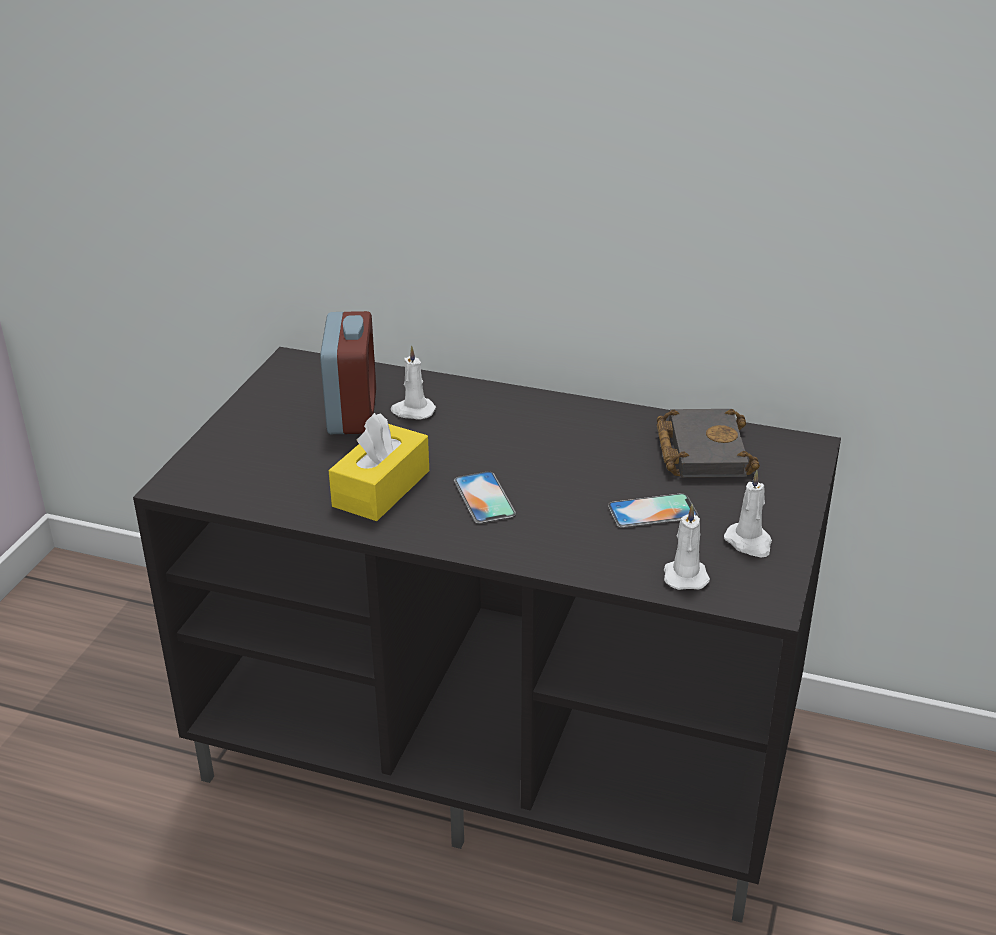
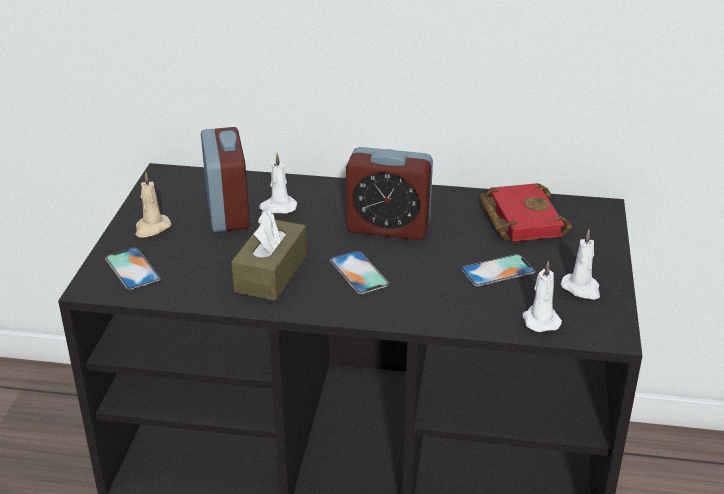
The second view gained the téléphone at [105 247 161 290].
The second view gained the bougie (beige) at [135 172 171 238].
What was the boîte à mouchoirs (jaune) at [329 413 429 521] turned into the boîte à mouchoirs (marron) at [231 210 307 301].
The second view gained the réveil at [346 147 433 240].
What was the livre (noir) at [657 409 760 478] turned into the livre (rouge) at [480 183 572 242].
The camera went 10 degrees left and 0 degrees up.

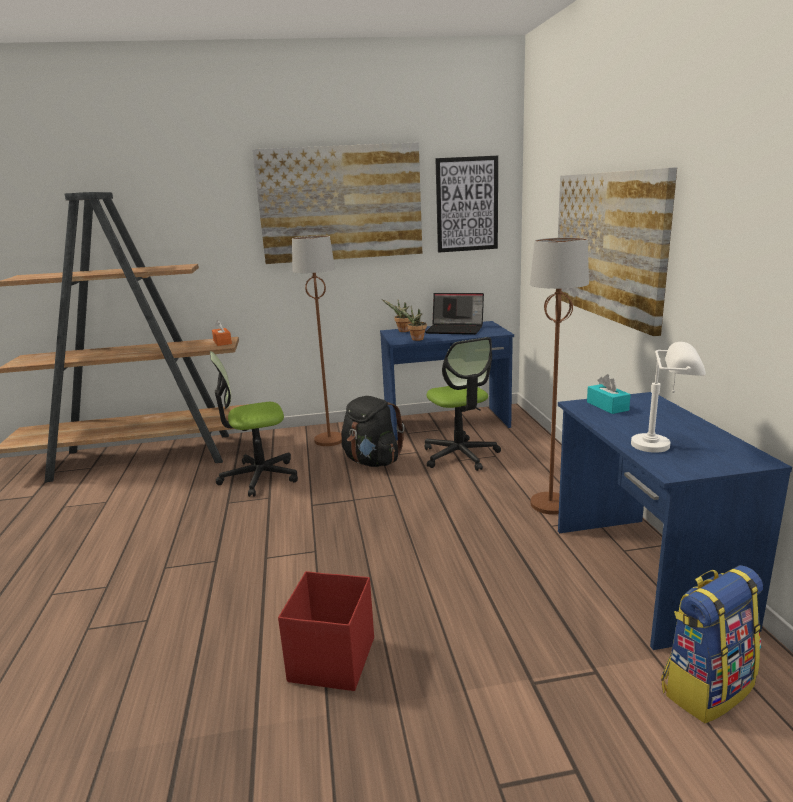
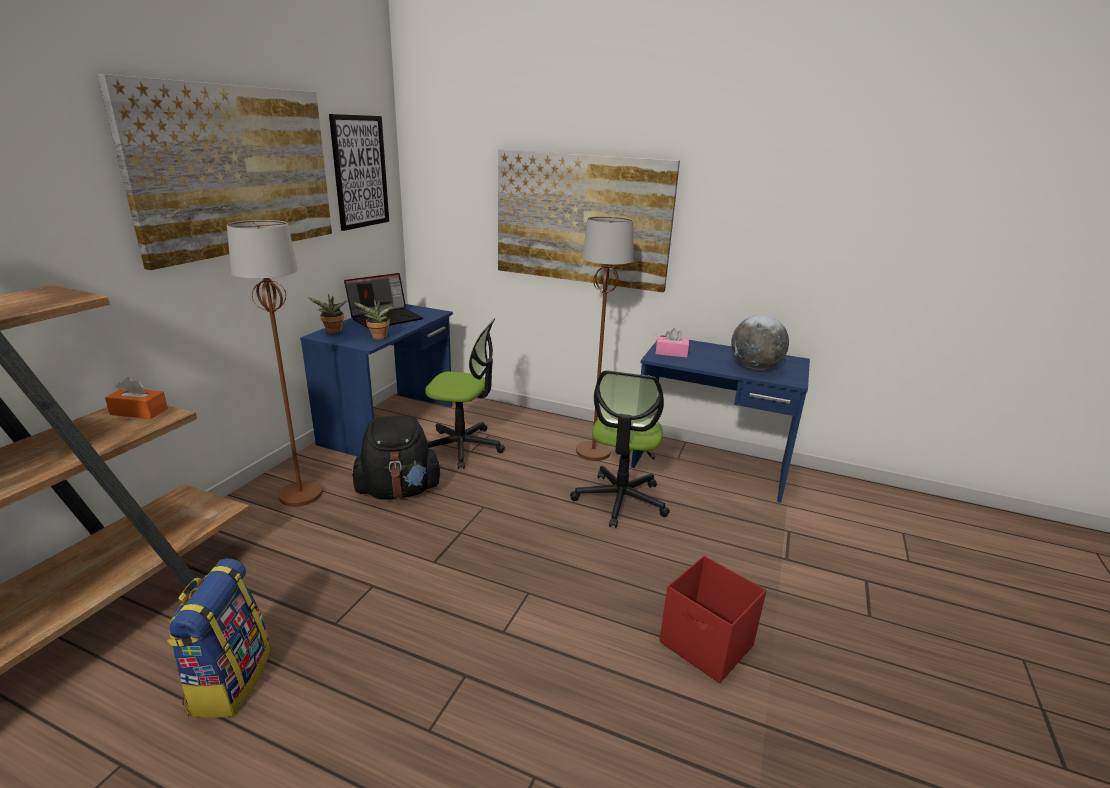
The sac à dos ended up elsewhere, having gone from [661 565 763 723] to [166 559 270 717].
The chaise de bureau ended up elsewhere, having gone from [210 351 298 497] to [570 370 670 528].
What was the boîte à mouchoirs (turquoise) at [587 374 631 414] turned into the boîte à mouchoirs (rose) at [656 328 689 358].
Where the lampe de table (blanc) stood at [631 342 706 453], the globe came to stand at [731 315 789 370].
The camera went 60 degrees left and 5 degrees up.

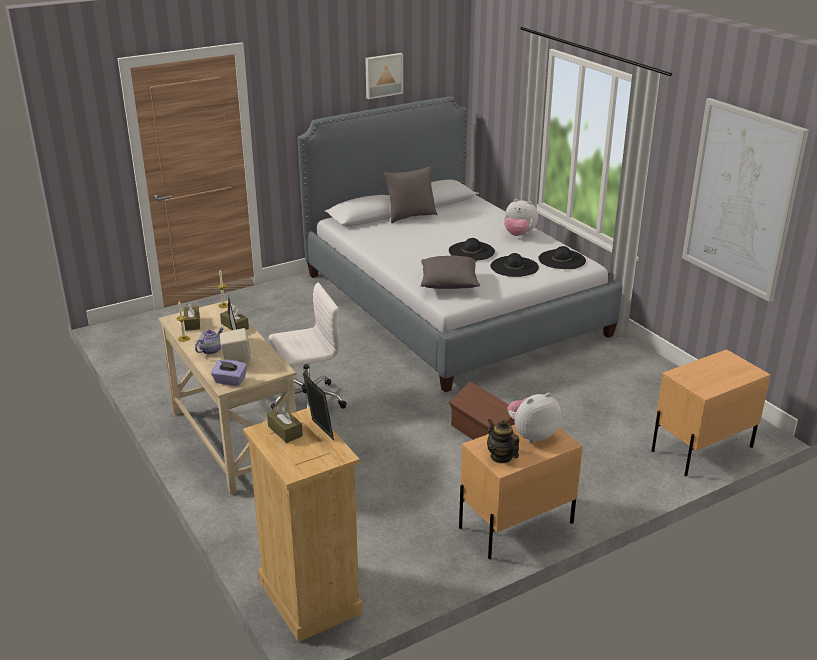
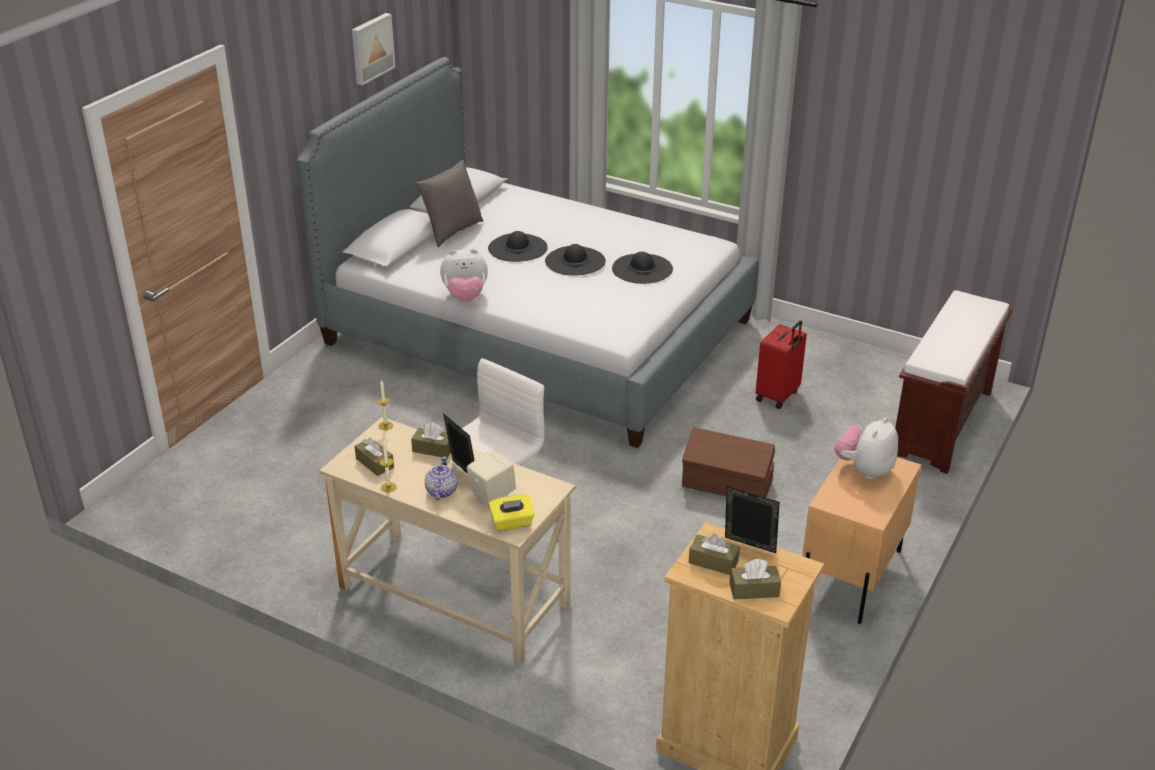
The peluche ended up elsewhere, having gone from [504 199 538 236] to [440 249 488 302].
The chapeau (noir) ended up elsewhere, having gone from [539 246 586 269] to [488 231 548 262].
What was the boîte à mouchoirs (violet) at [211 360 247 386] turned into the boîte à mouchoirs (jaune) at [488 494 535 531].
The second view gained the boîte à mouchoirs (marron) at [730 559 781 599].
The second view gained the valise (rouge) at [755 320 807 409].
Where the table de chevet (beige) stood at [652 349 771 476], the banc (marron) came to stand at [895 290 1013 474].
The second view lost the coussin (gris) at [421 256 480 289].
The second view lost the théière at [487 419 519 463].
The second view lost the tableau at [682 98 809 302].
The camera went 30 degrees left and 5 degrees up.

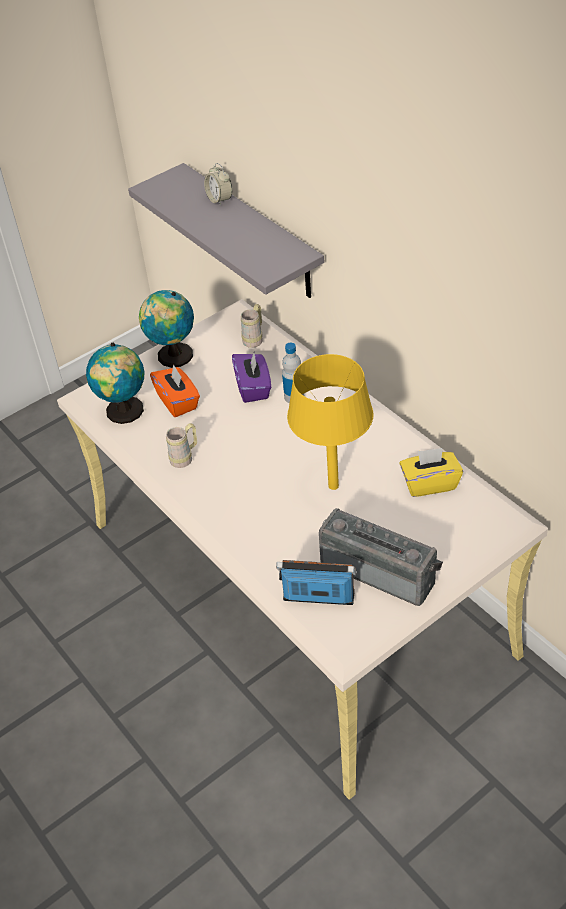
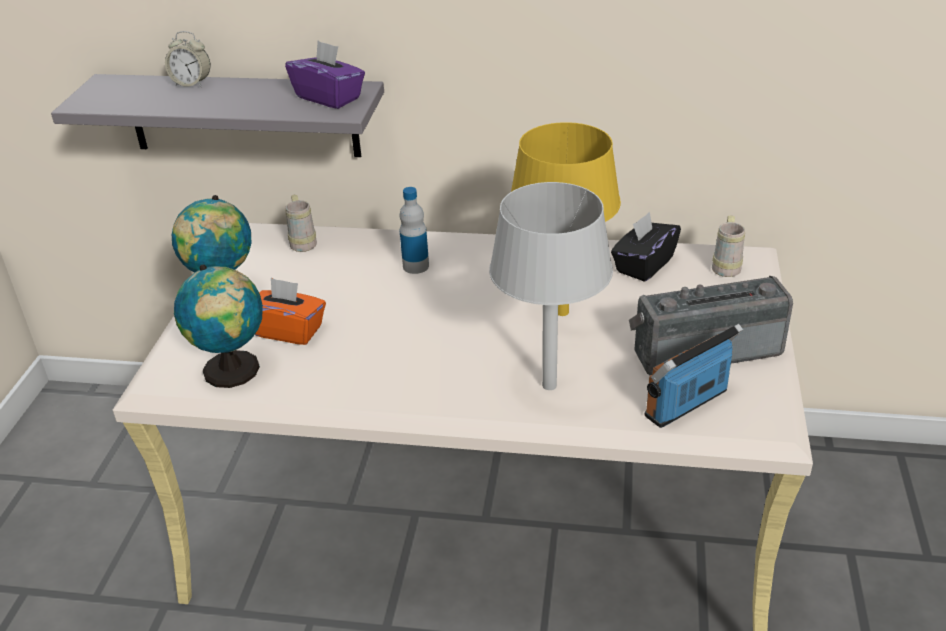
The boîte à mouchoirs (violet) ended up elsewhere, having gone from [232 353 271 403] to [285 41 365 109].
The second view gained the lampe de table (gris) at [489 182 613 390].
What was the boîte à mouchoirs (jaune) at [399 448 463 497] turned into the boîte à mouchoirs (noir) at [611 212 681 282].
The mug (beige) ended up elsewhere, having gone from [166 423 197 468] to [712 215 745 277].
The camera went 45 degrees left and 10 degrees down.

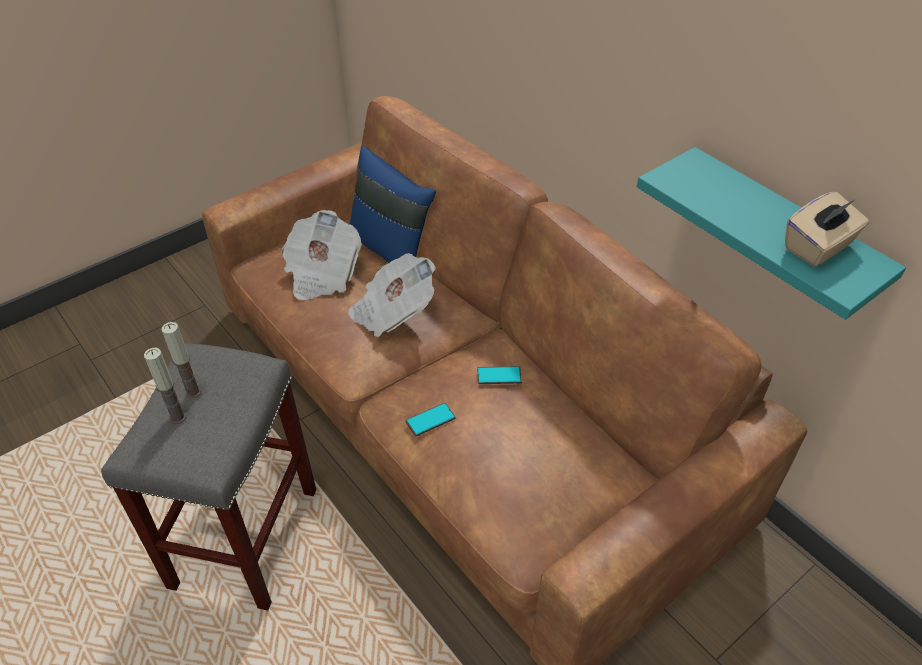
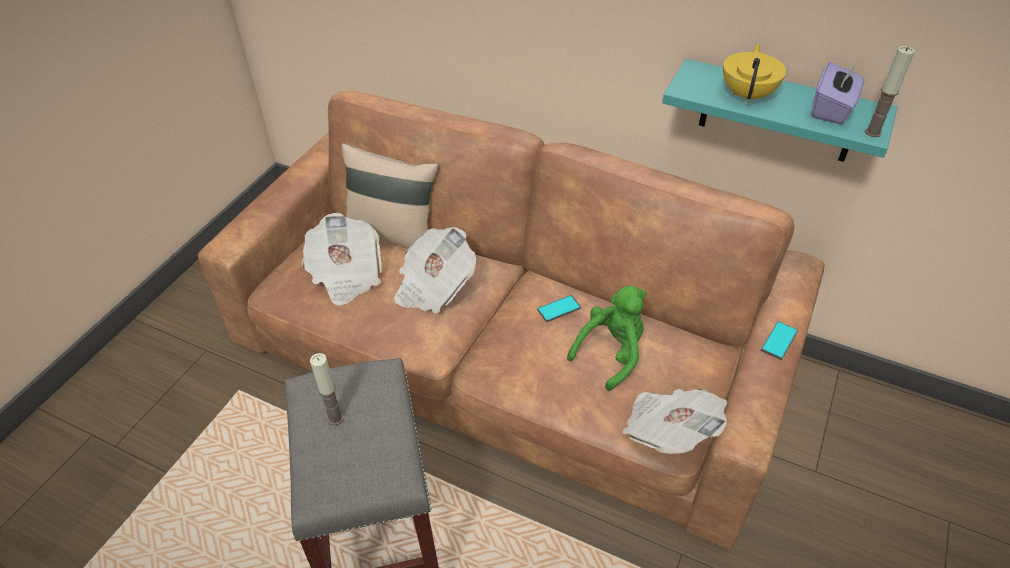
What was the coussin (bleu) at [349 146 436 263] turned into the coussin (beige) at [342 143 438 248].
The second view gained the peluche (vert) at [567 286 647 391].
The second view gained the journal at [622 389 727 454].
The second view gained the théière (jaune) at [723 44 786 103].
The téléphone ended up elsewhere, having gone from [406 403 455 437] to [761 321 798 360].
What was the boîte à mouchoirs (beige) at [785 192 869 267] turned into the boîte à mouchoirs (violet) at [812 62 864 125].
The bougie ended up elsewhere, having gone from [144 348 186 424] to [865 46 915 137].
The camera went 25 degrees left and 0 degrees up.

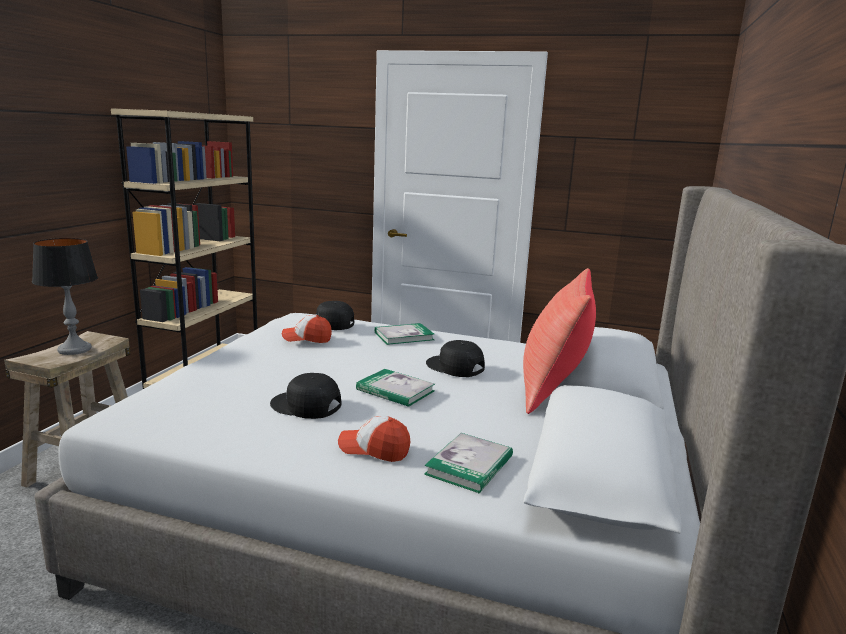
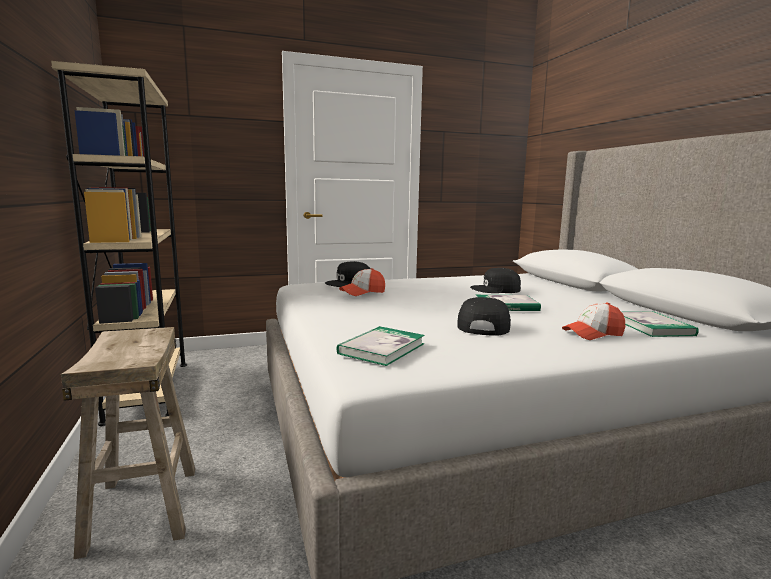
The livre ended up elsewhere, having gone from [375 323 434 345] to [336 326 425 366].
The casquette (noir) at [270 373 341 419] ended up facing another way, 120 degrees clockwise from before.
The second view lost the lampe de table at [32 238 98 355].
The second view lost the coussin (rouge) at [523 268 596 414].
The camera went 35 degrees left and 5 degrees down.

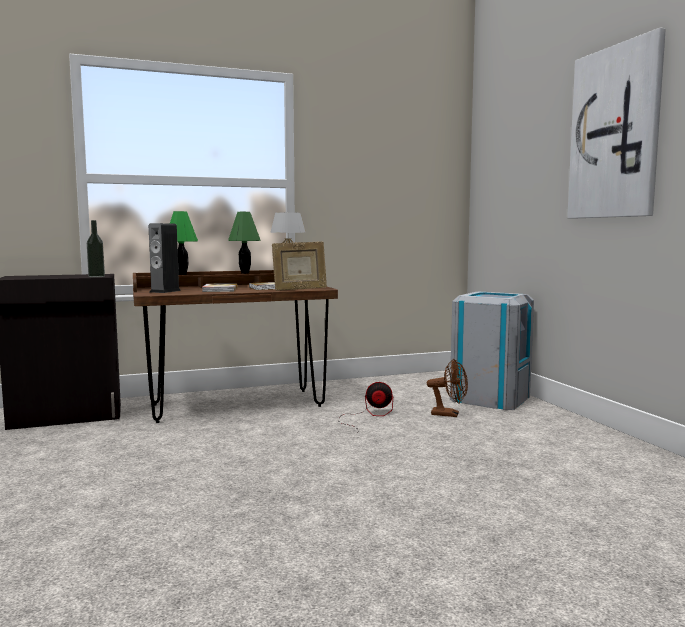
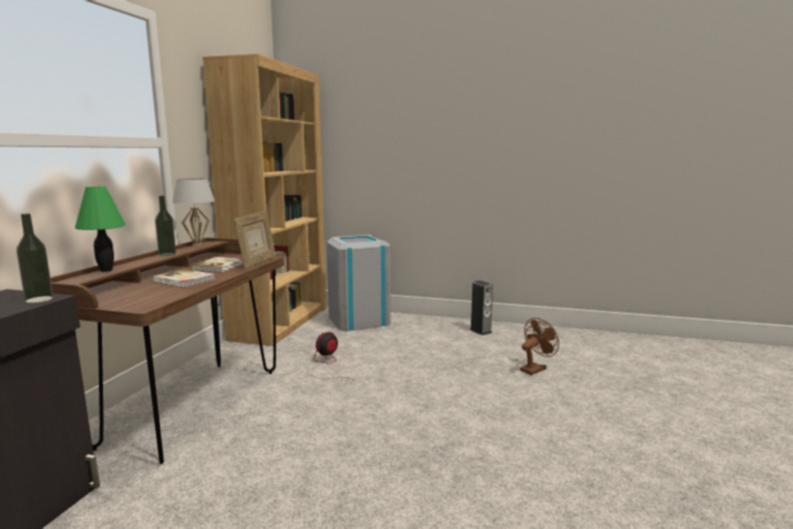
Where the lampe de table (vert) stood at [228 212 261 274], the bouteille came to stand at [155 195 176 256].
The second view gained the bibliothèque (marron) at [203 54 326 346].
The enceinte ended up elsewhere, having gone from [149 223 181 293] to [469 280 493 335].
The ventilateur (marron) ended up elsewhere, having gone from [427 359 468 417] to [520 318 559 375].
The second view lost the tableau at [567 28 666 219].
The camera went 55 degrees left and 5 degrees up.

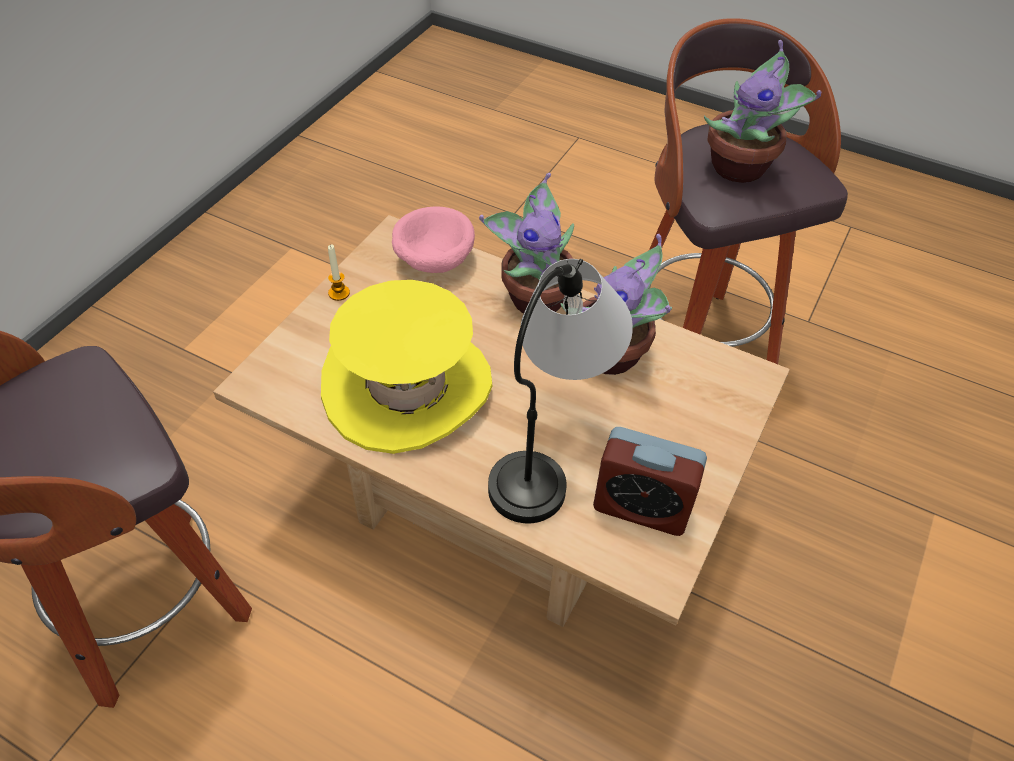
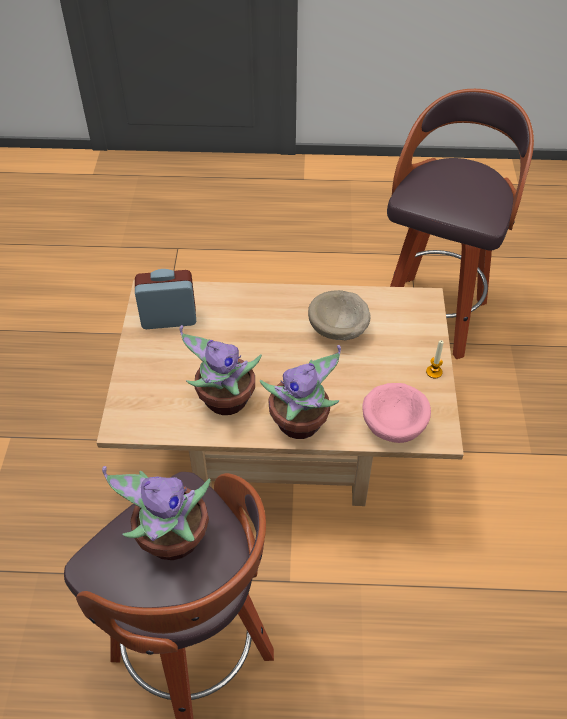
Where the chapeau (jaune) stood at [321 280 493 454], the bol (beige) came to stand at [308 290 371 340].
The second view lost the lampe de table at [488 259 633 523].
The camera went 155 degrees right and 0 degrees up.

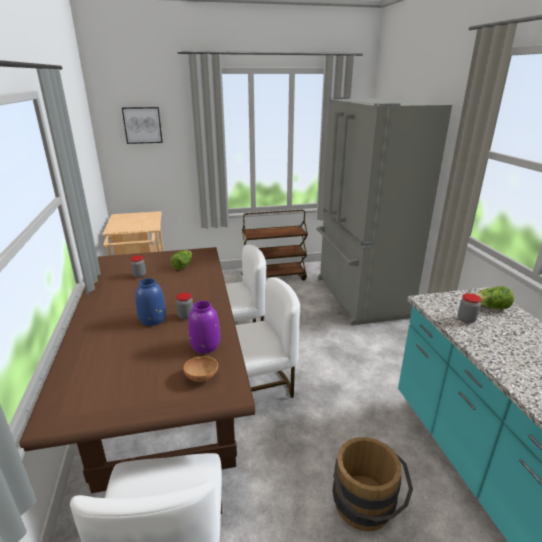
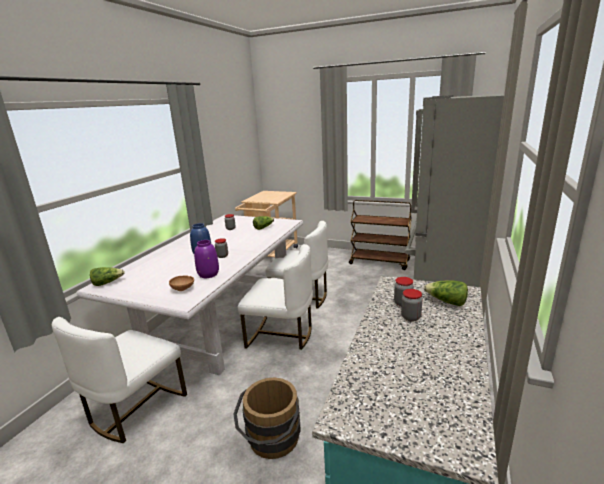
What was the table à manger (marron) at [19 247 255 493] turned into the table à manger (blanc) at [76 215 303 375].
The second view gained the laitue at [90 267 125 286].
The second view gained the bocal at [401 289 422 321].
The second view lost the tableau at [122 107 163 144].
The camera went 35 degrees right and 5 degrees down.

